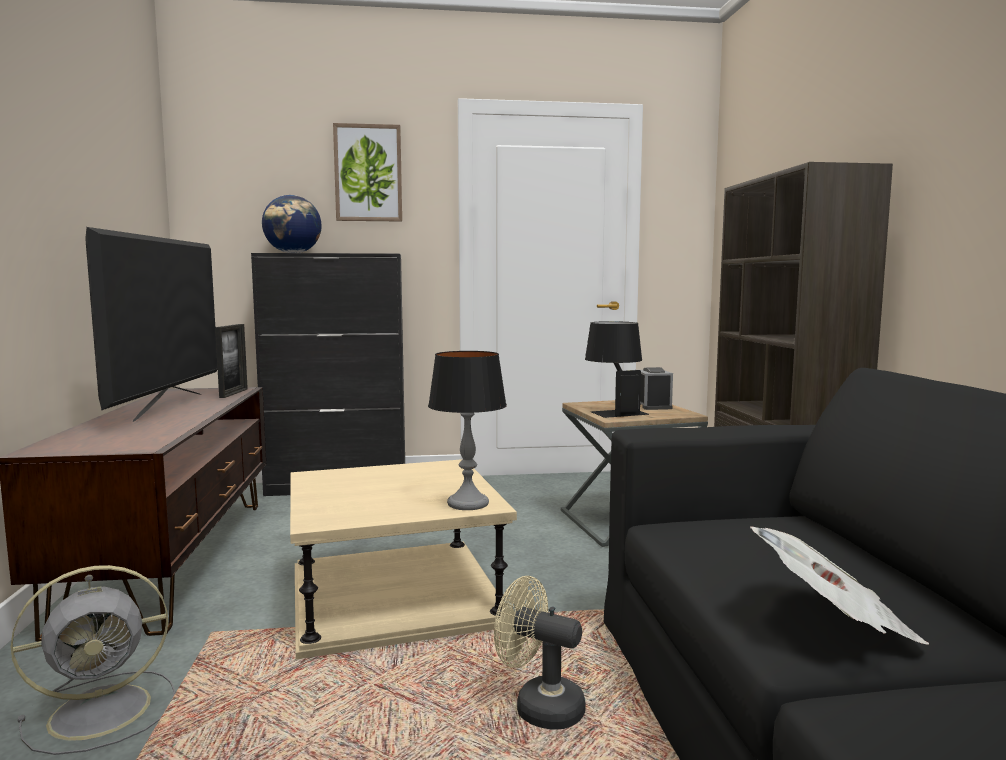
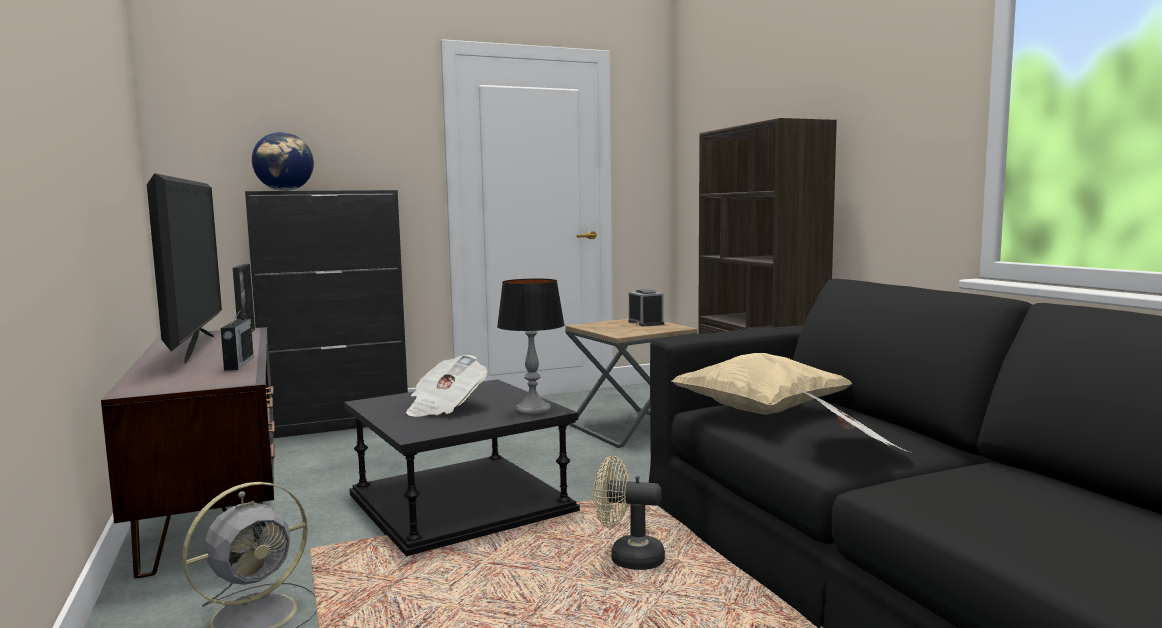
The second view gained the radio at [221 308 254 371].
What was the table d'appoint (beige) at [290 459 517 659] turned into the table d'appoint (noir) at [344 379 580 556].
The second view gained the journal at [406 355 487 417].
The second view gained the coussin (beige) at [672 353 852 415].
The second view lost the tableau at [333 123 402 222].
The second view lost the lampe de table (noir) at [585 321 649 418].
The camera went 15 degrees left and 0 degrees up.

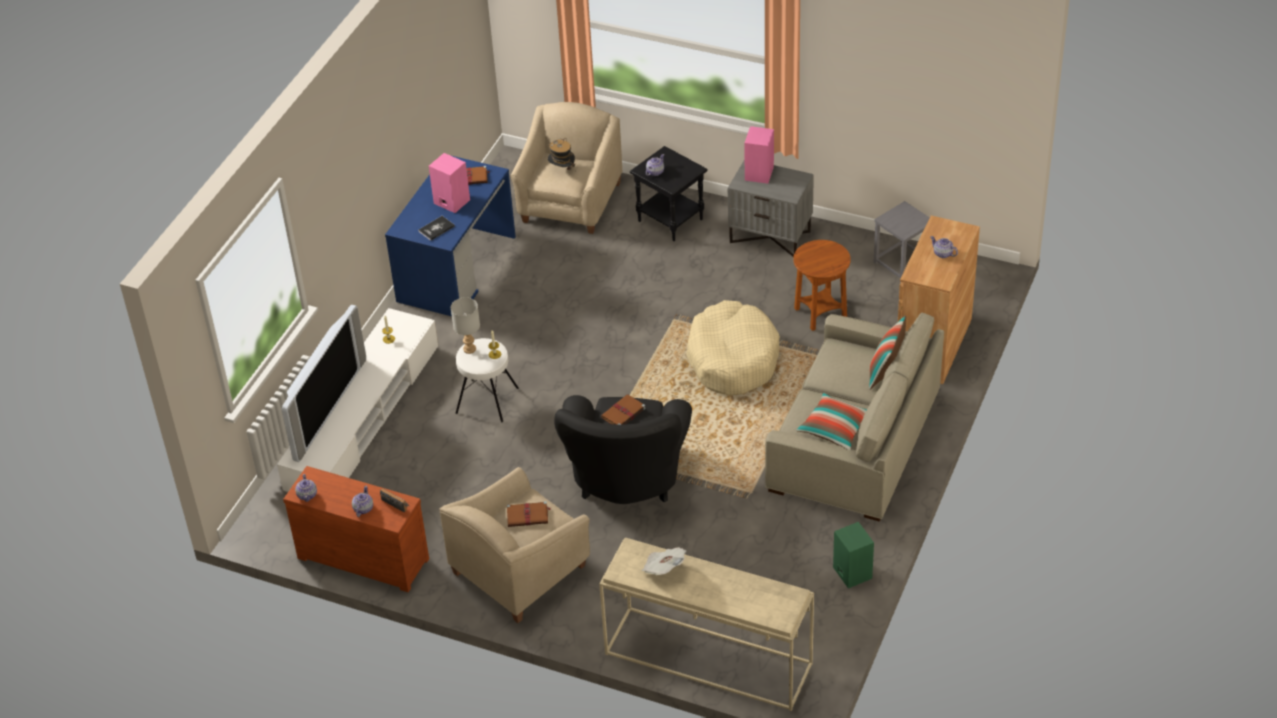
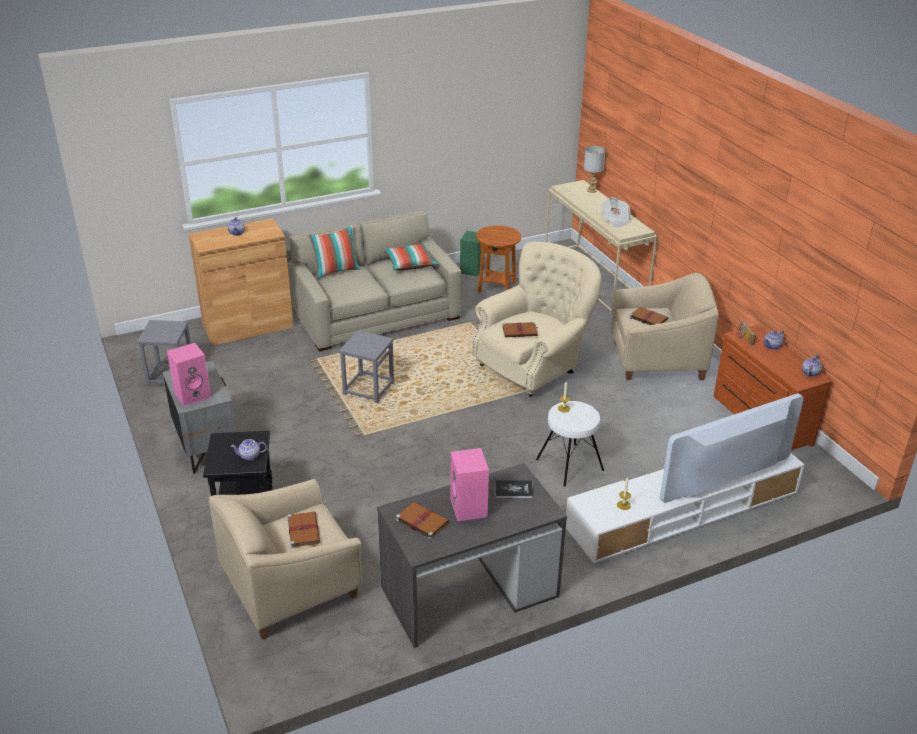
Where the chapeau stood at [548 138 576 170], the livre (marron) came to stand at [288 512 320 548].
Where the panier pour chien (beige) stood at [686 300 780 396], the tabouret (gris) came to stand at [339 330 394 403].
What was the bureau (bleu) at [385 155 516 316] turned into the bureau (gris) at [377 463 567 648].
What was the fauteuil (noir) at [554 395 692 504] turned into the fauteuil (beige) at [472 242 602 397].
The table d'appoint (marron) ended up elsewhere, having gone from [793 240 851 331] to [476 225 521 293].
The lampe de table (gris) ended up elsewhere, having gone from [451 297 480 354] to [584 146 606 193].
The camera went 140 degrees left and 10 degrees down.

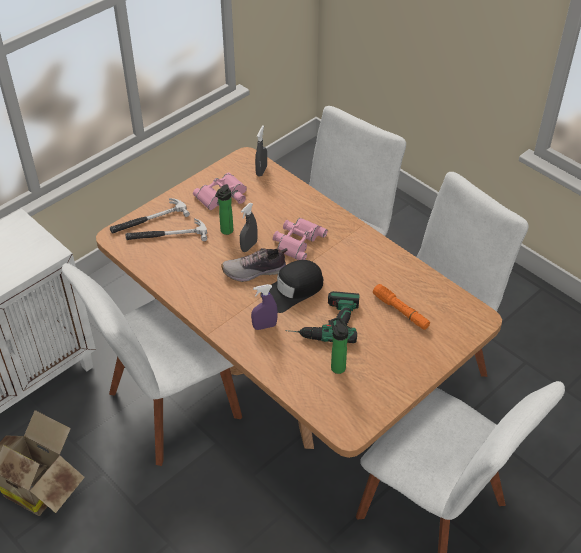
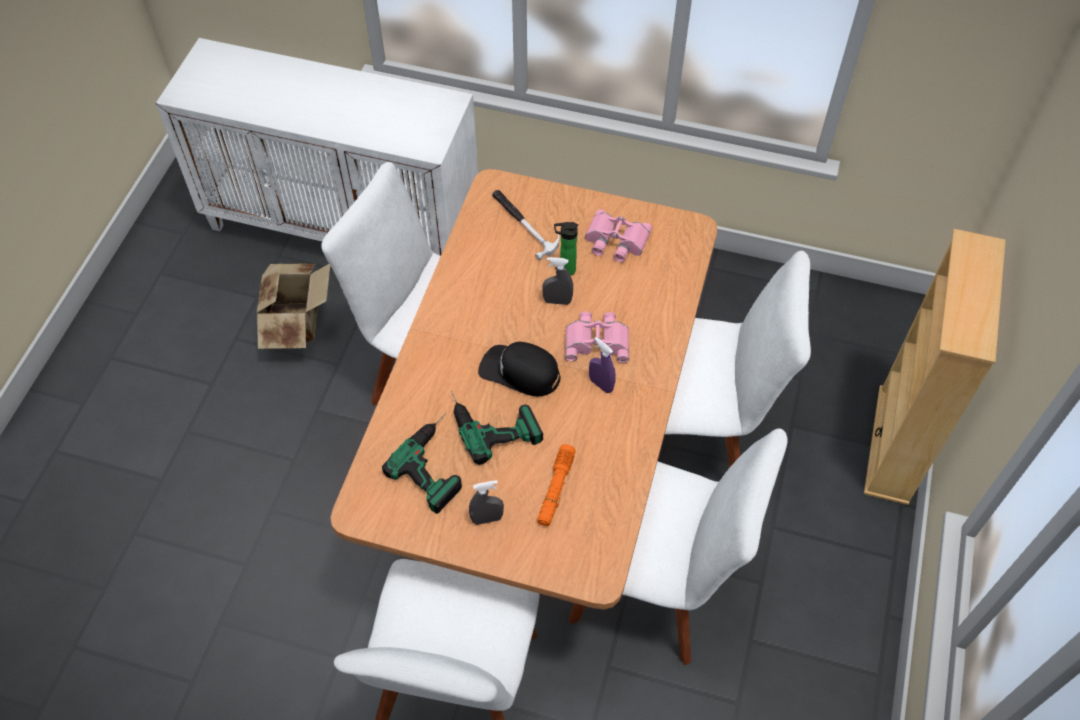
Where the bouteille stood at [331 317 348 374], the perceuse came to stand at [382 414 462 514].
The vaporisateur (gris) ended up elsewhere, having gone from [255 125 267 177] to [469 480 504 525].
The vaporisateur (violet) ended up elsewhere, having gone from [251 284 278 330] to [589 337 616 393].
The second view gained the bibliothèque (beige) at [864 229 1005 505].
The second view lost the marteau at [110 198 190 233].
The second view lost the chaussure at [222 248 288 282].
The camera went 60 degrees right and 10 degrees up.

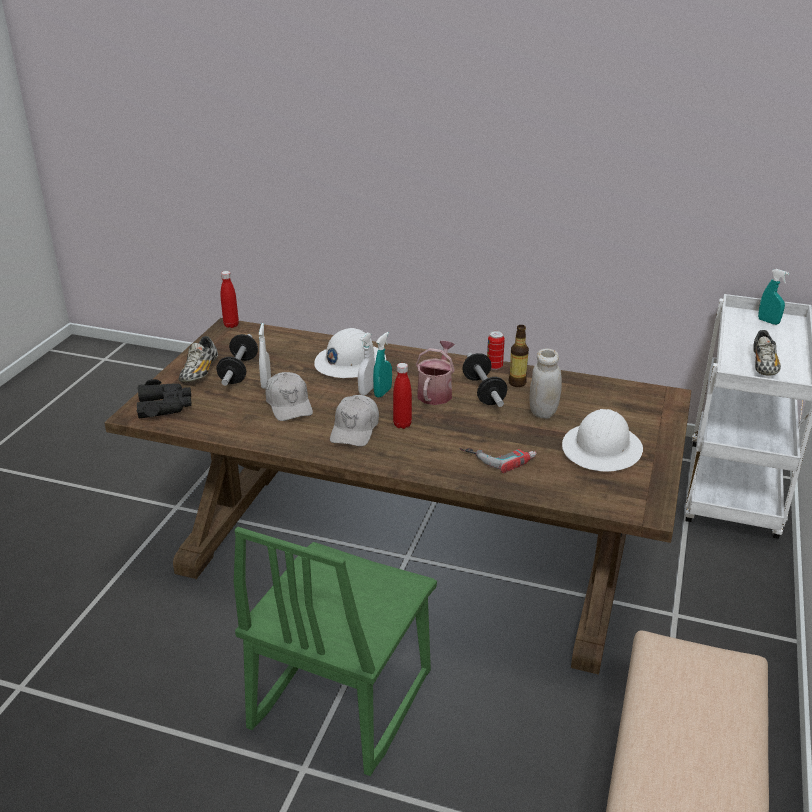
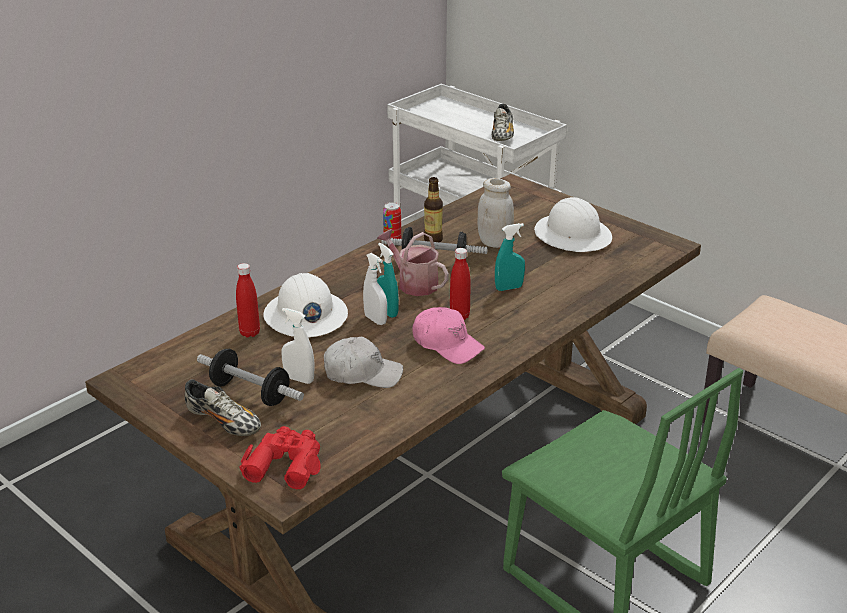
The bouteille (rouge) ended up elsewhere, having gone from [221 271 239 328] to [236 263 260 338].
What was the jumelles (noir) at [137 379 192 418] turned into the jumelles (rouge) at [239 426 321 489].
What was the casquette (blanc) at [330 395 379 447] turned into the casquette (rose) at [412 307 485 364].
The chaussure at [753 330 781 376] ended up facing another way, 60 degrees clockwise from before.
The vaporisateur (turquoise) ended up elsewhere, having gone from [758 269 789 325] to [495 223 525 291].
The second view lost the perceuse at [460 448 537 473].
The camera went 65 degrees left and 0 degrees up.

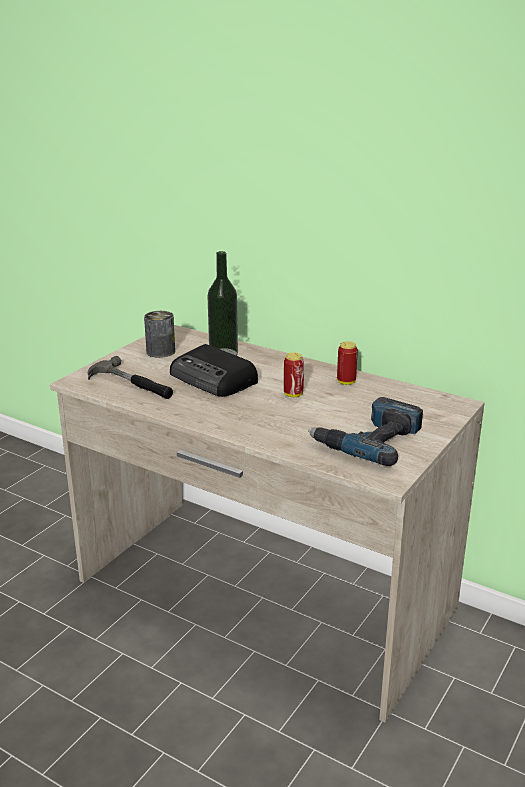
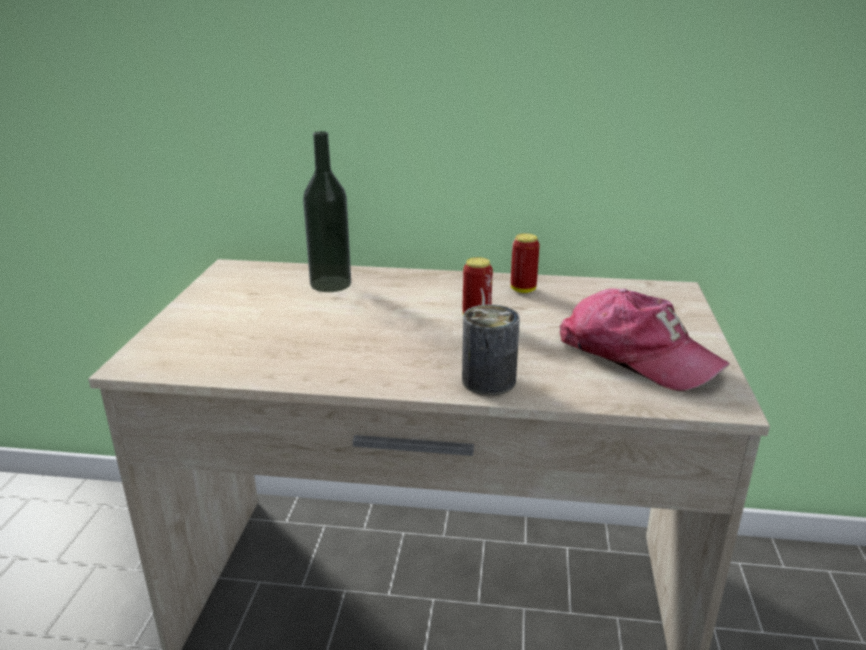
The boîte métallique ended up elsewhere, having gone from [144 311 175 358] to [462 305 520 395].
Where the perceuse stood at [308 397 423 466], the casquette came to stand at [560 288 730 391].
The second view lost the marteau at [88 356 173 399].
The second view lost the radio at [170 344 258 397].
The camera went 25 degrees left and 0 degrees up.

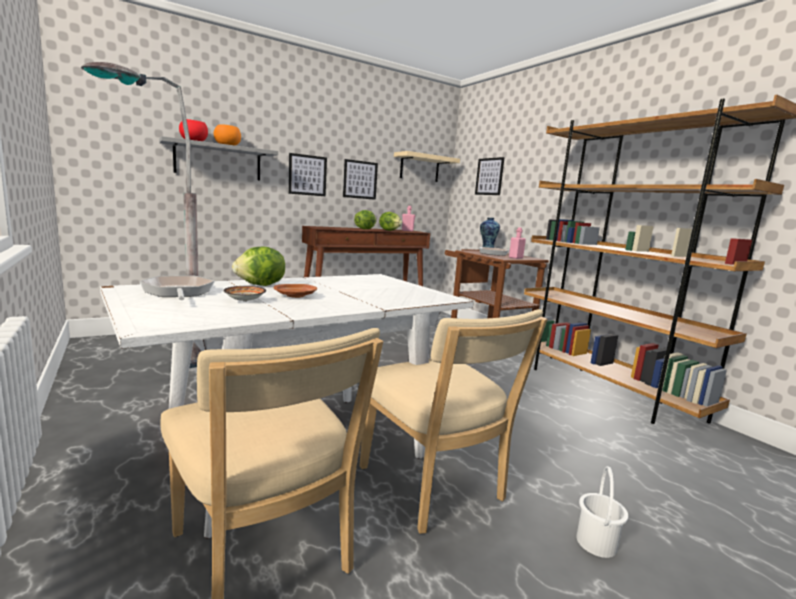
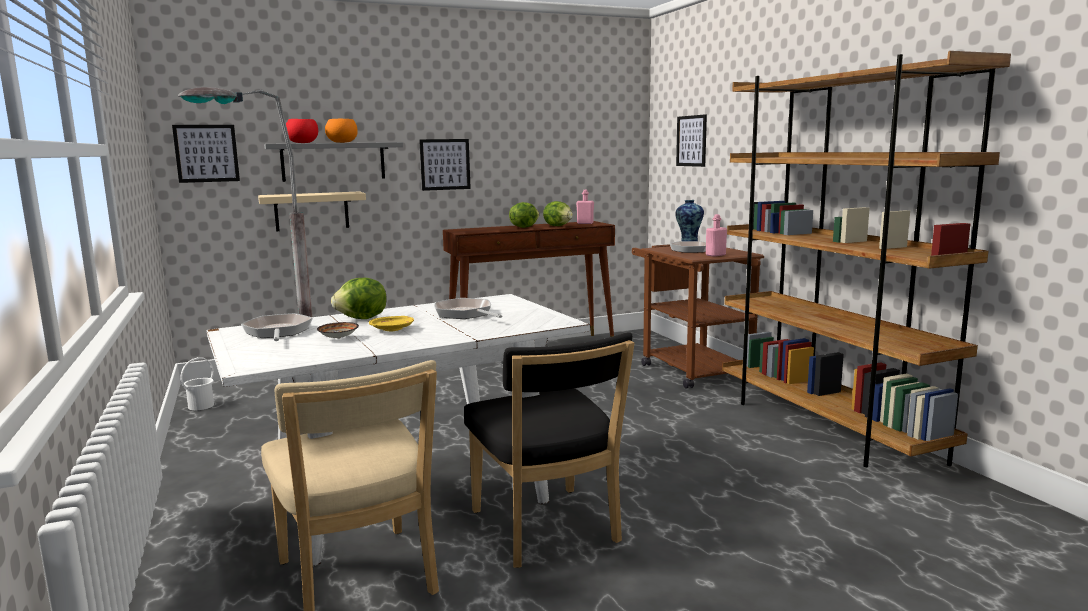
The tableau ended up elsewhere, having gone from [343 159 378 200] to [172 125 240 183].
The seau (blanc) ended up elsewhere, having gone from [576 466 628 558] to [180 357 214 410].
The étagère (beige) ended up elsewhere, having gone from [394 151 460 182] to [258 191 366 231].
What was the assiette (marron) at [274 284 317 298] turned into the assiette (jaune) at [369 316 414 331].
The second view gained the poêle at [434 298 502 319].
What was the chaise (beige) at [360 309 548 534] turned into the chaise (noir) at [464 333 635 568].
The camera went 10 degrees right and 0 degrees up.

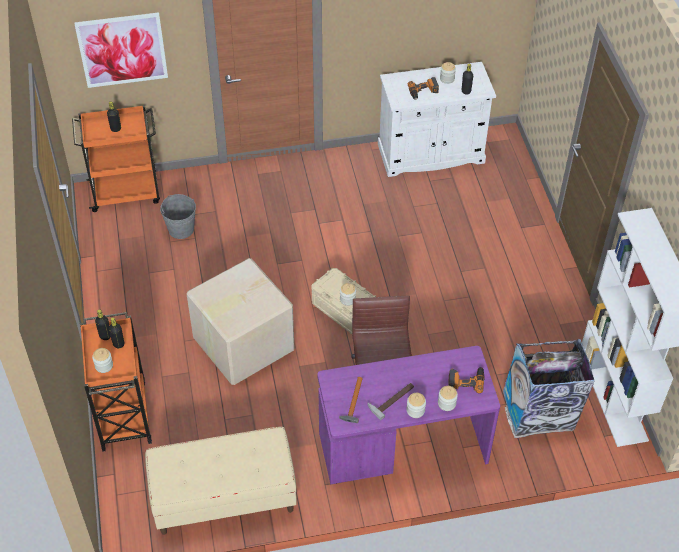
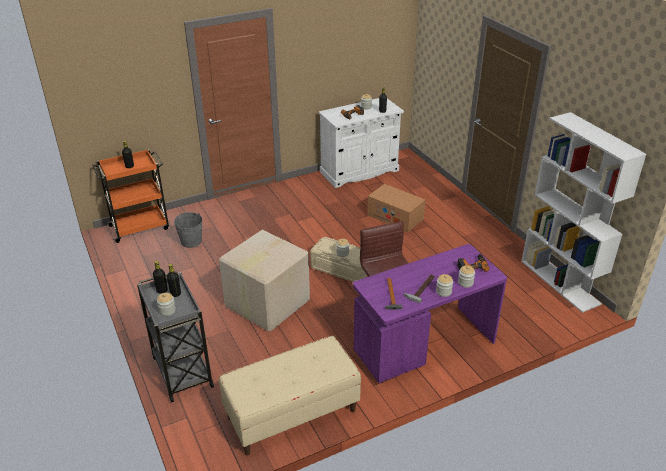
What was the chariot (orange) at [80 312 152 452] turned into the chariot (gris) at [137 271 214 402].
The second view gained the carton at [367 184 425 232].
The second view lost the tableau at [74 12 168 88].
The second view lost the poubelle at [503 339 595 438].
The camera went 15 degrees left and 15 degrees down.

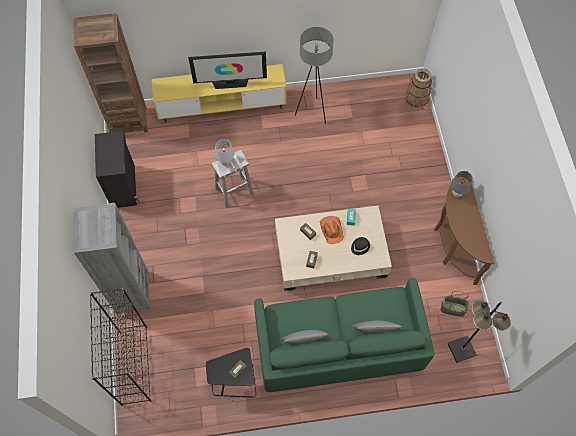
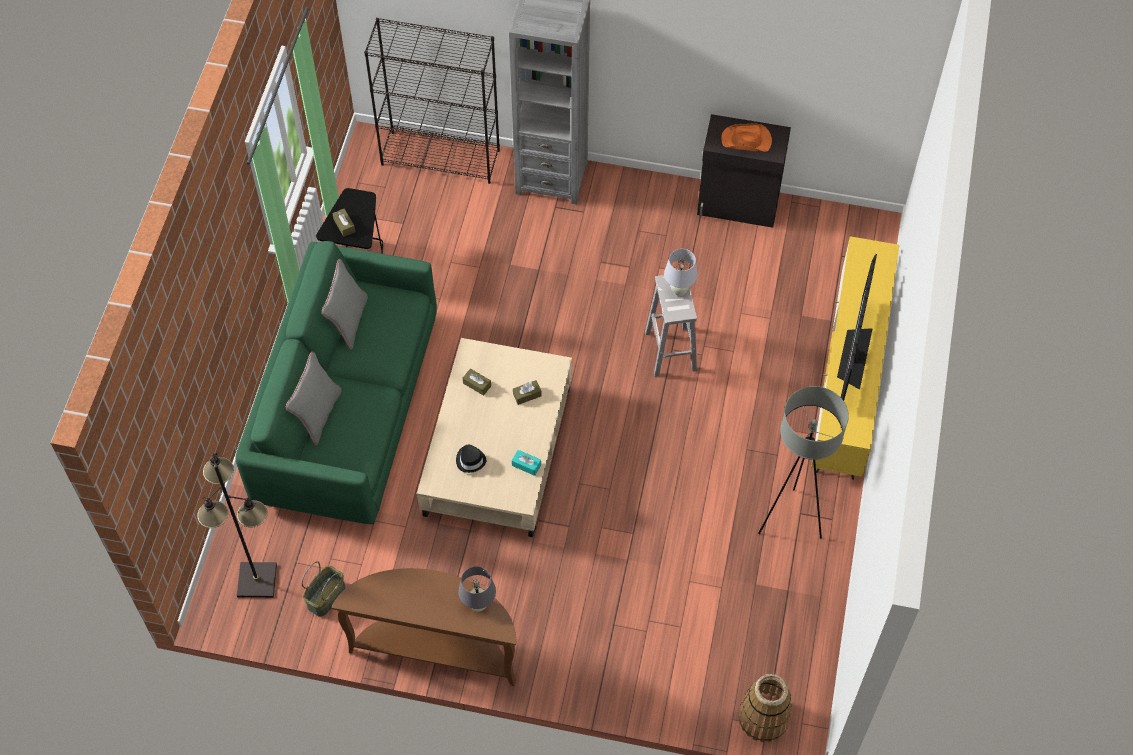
The chapeau (orange) ended up elsewhere, having gone from [320 216 344 244] to [721 124 772 152].
The second view lost the bibliothèque (marron) at [73 13 148 133].
The camera went 110 degrees right and 5 degrees down.

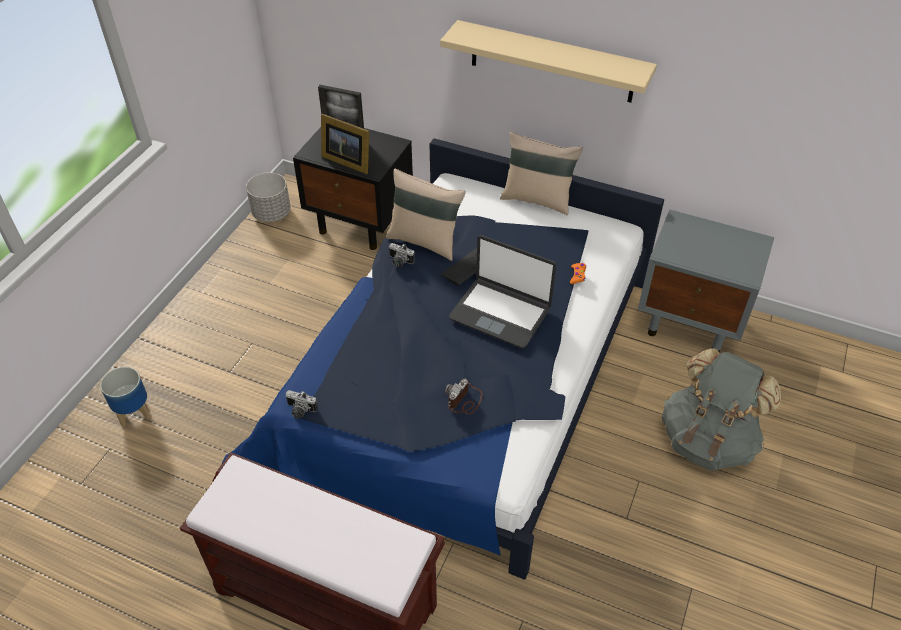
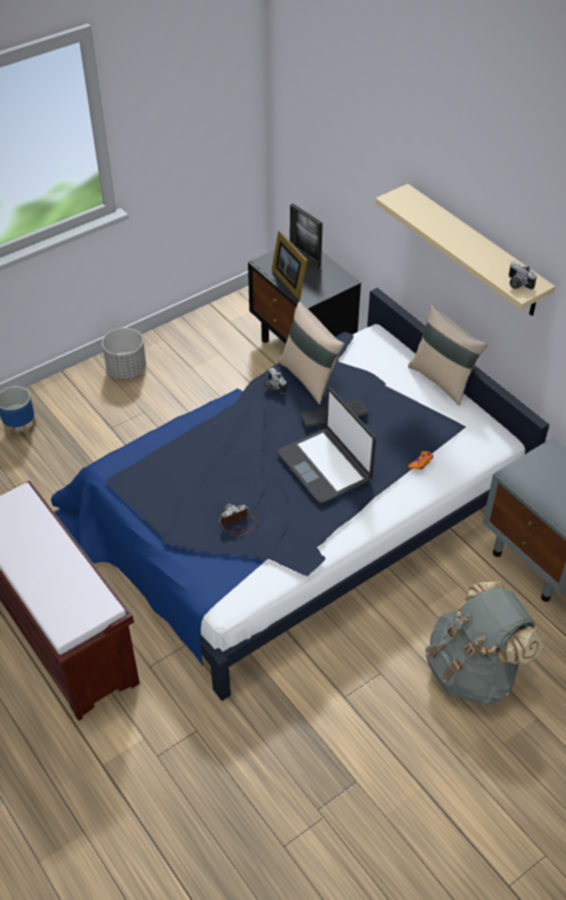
The cache-pot (gris) ended up elsewhere, having gone from [246 172 291 222] to [102 328 146 379].
The appareil photo ended up elsewhere, having gone from [285 390 318 419] to [509 262 537 290].
The camera went 30 degrees right and 0 degrees up.

